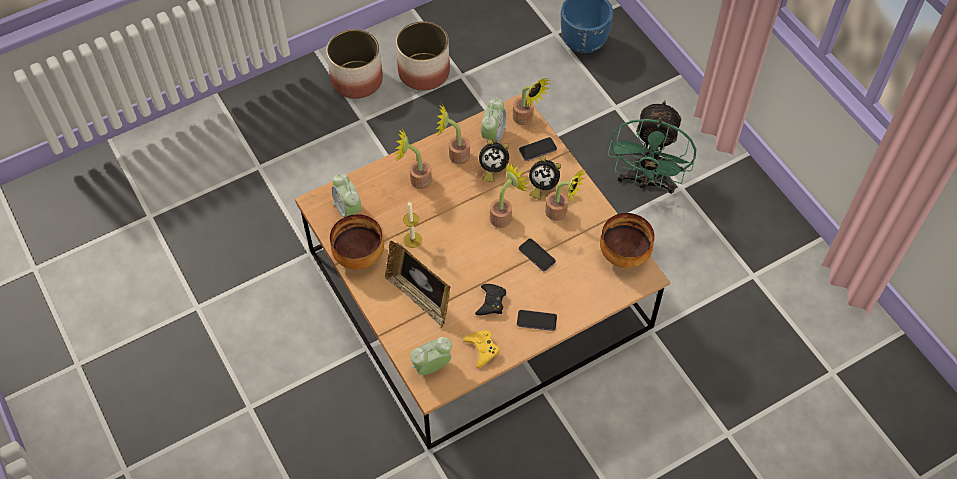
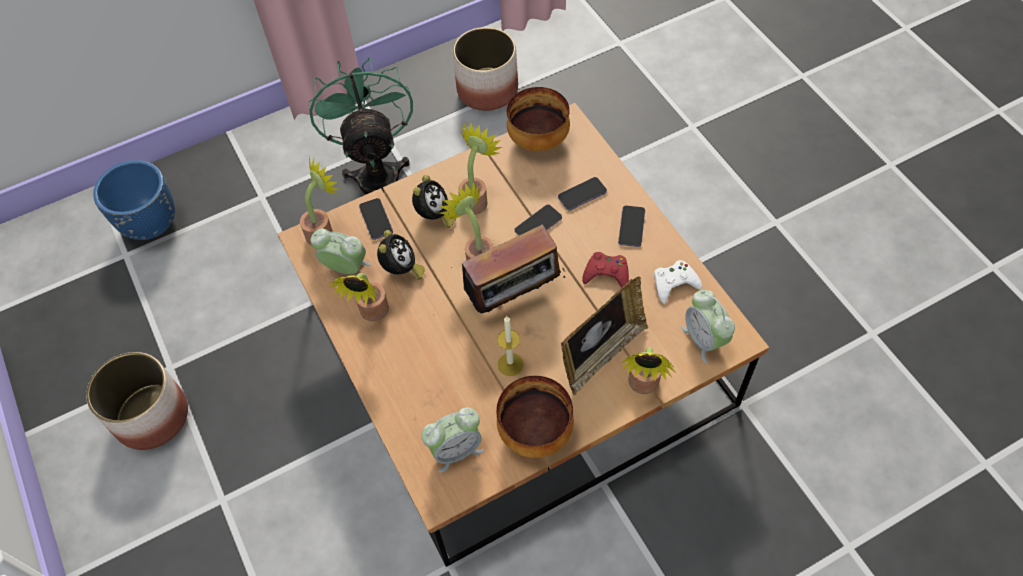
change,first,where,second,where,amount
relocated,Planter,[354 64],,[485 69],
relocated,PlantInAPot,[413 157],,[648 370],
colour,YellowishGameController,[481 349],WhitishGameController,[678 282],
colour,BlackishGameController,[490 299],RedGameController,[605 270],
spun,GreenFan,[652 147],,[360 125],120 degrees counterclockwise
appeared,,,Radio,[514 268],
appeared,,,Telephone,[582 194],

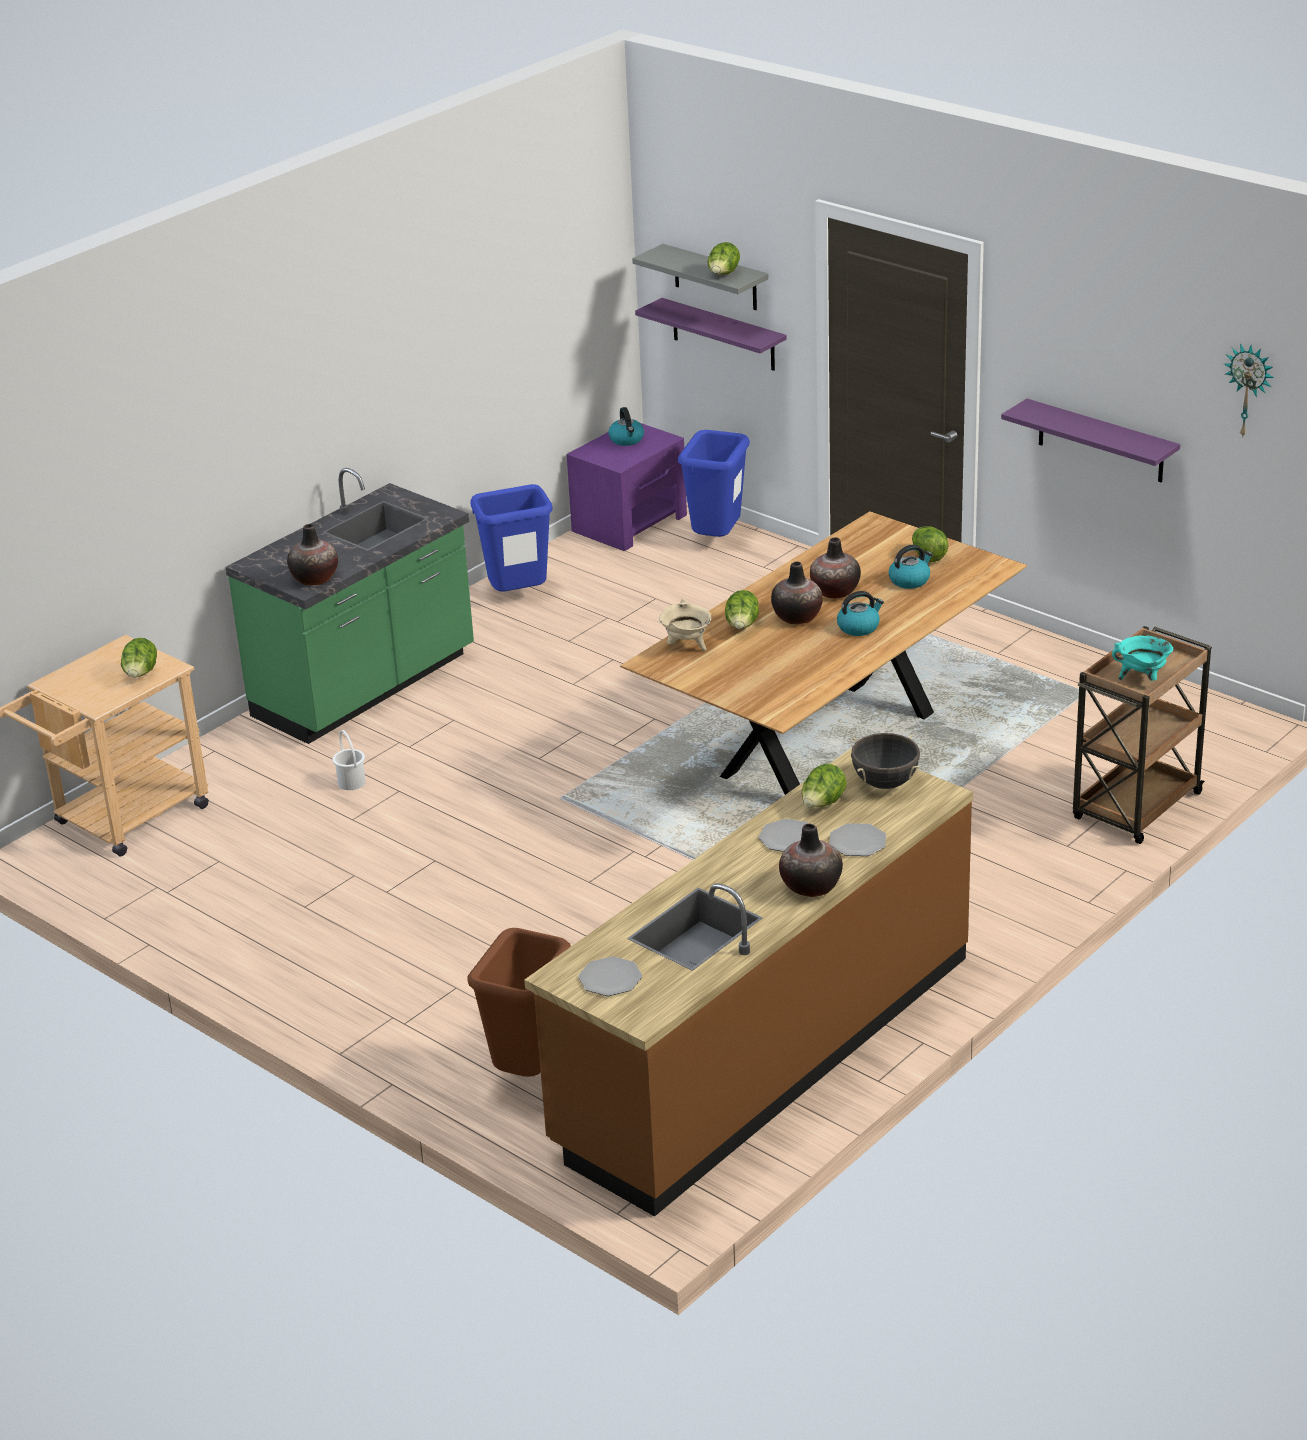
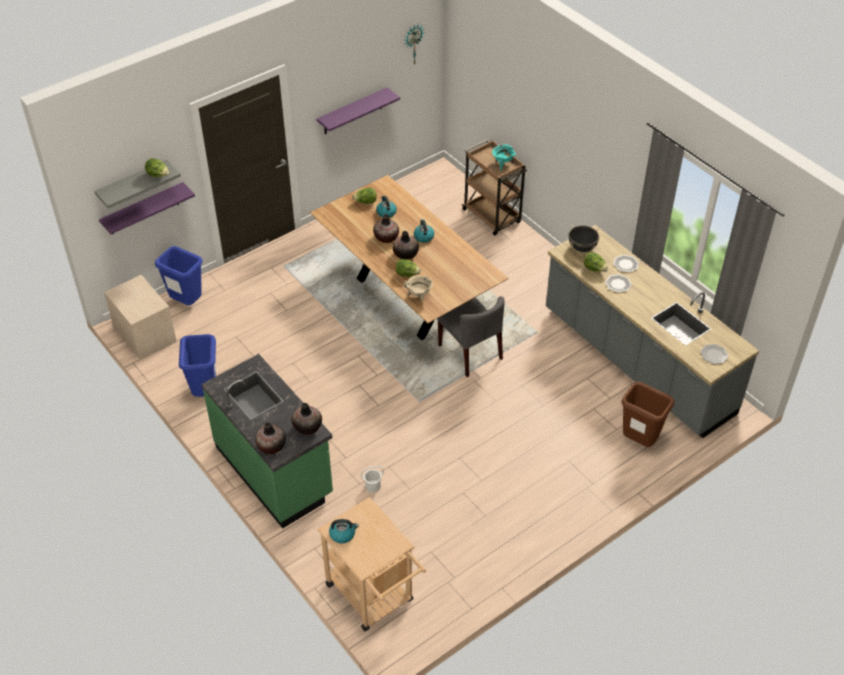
change,first,where,second,where,amount
missing,Lettuce,[139 658],,,
colour,BrownKitchenCounter,[748 982],GrayKitchenCounter,[652 331],
colour,PurpleColouredNightTable,[627 487],SandColouredNightTable,[140 317],
relocated,TeaKettle,[626 426],,[344 531],
relocated,DecorativeVase,[811 860],,[270 438],
appeared,,,GrayPlainChair,[471 336],

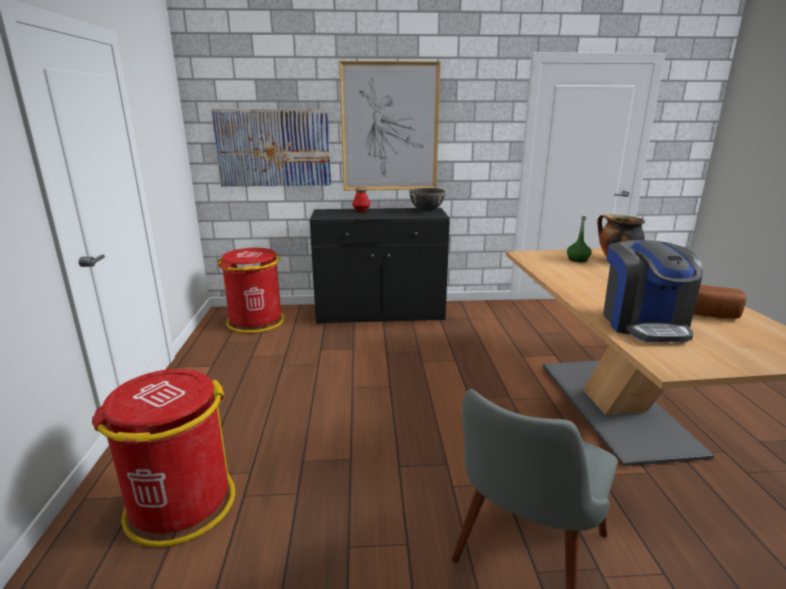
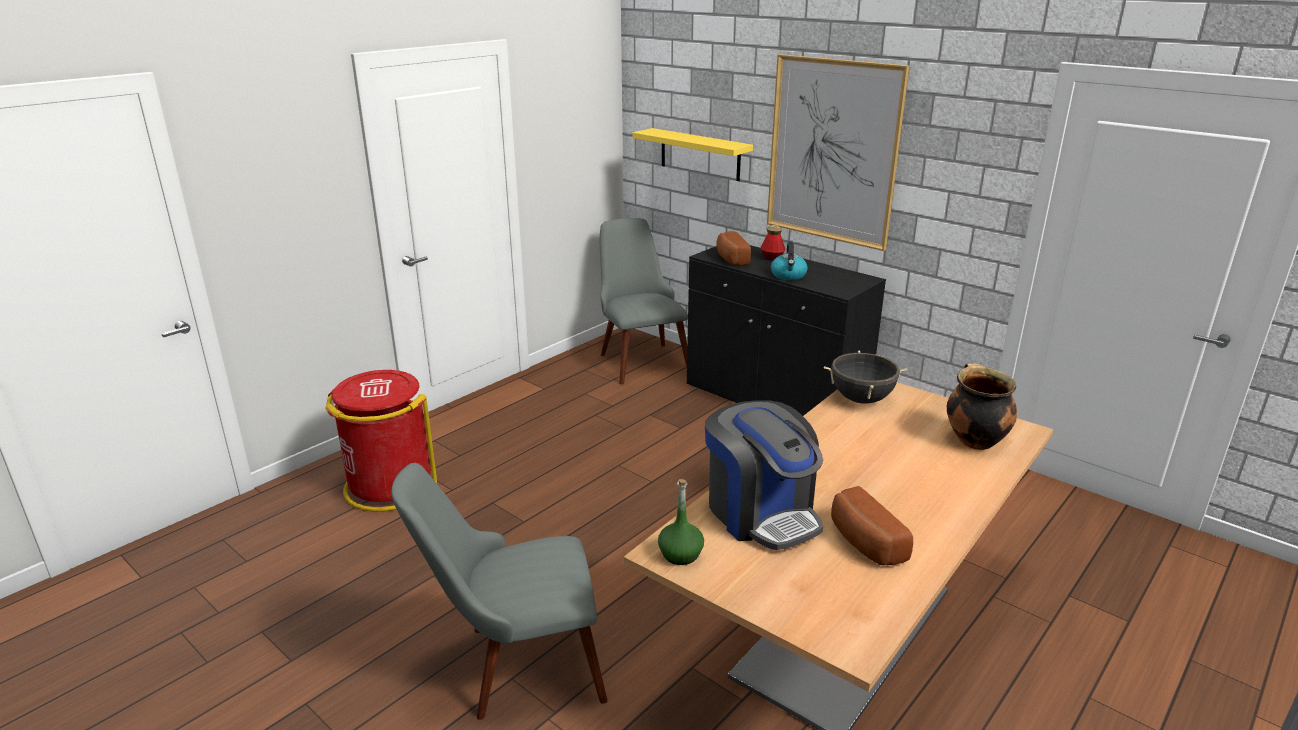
change,first,where,second,where,amount
exchanged,WallArt,[271 148],YellowishBracketShelf,[693 154],
exchanged,RedRubbishBin,[251 290],GrayPlainChair,[644 301],
relocated,BlackishSaucepot,[427 199],,[866 377],
relocated,GreenBeverageBottle,[579 239],,[681 522],
spun,CoffeeBrewer,[653 291],,[764 475],75 degrees counterclockwise
appeared,,,Bread,[734 248],
appeared,,,TeaKettle,[789 260],

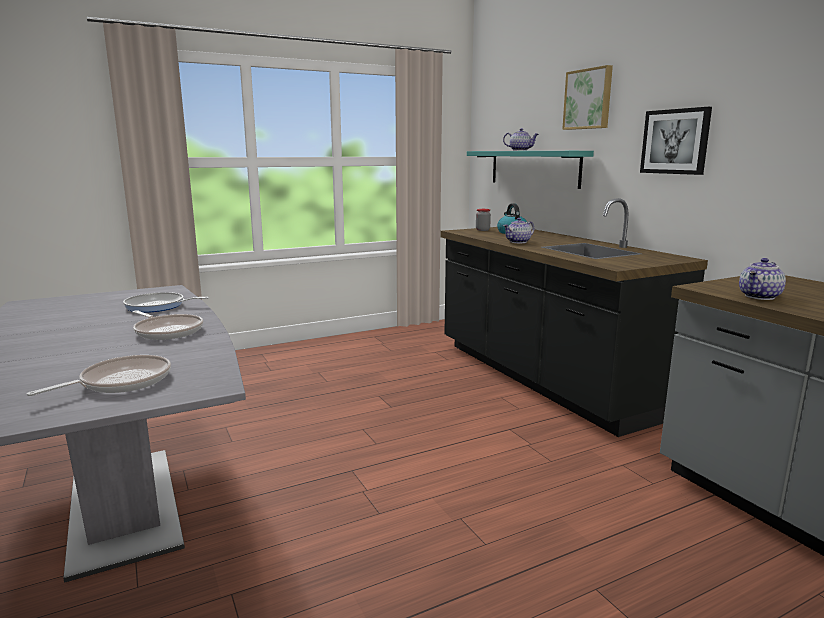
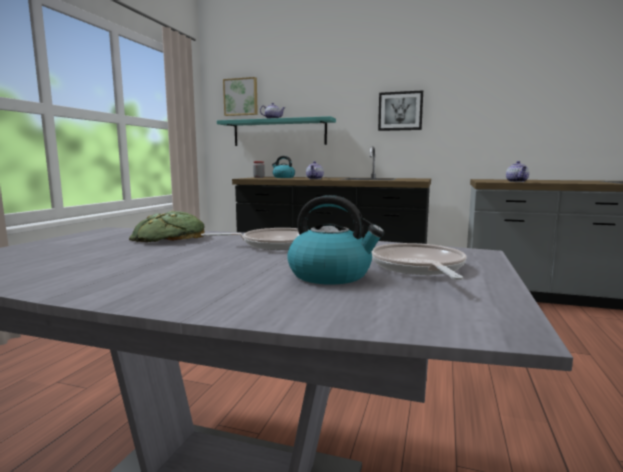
change,first,where,second,where,amount
exchanged,Skillet,[166 302],Bread,[167 226],
relocated,WallArt,[587 97],,[240 96],
appeared,,,TeaKettle,[336 239],

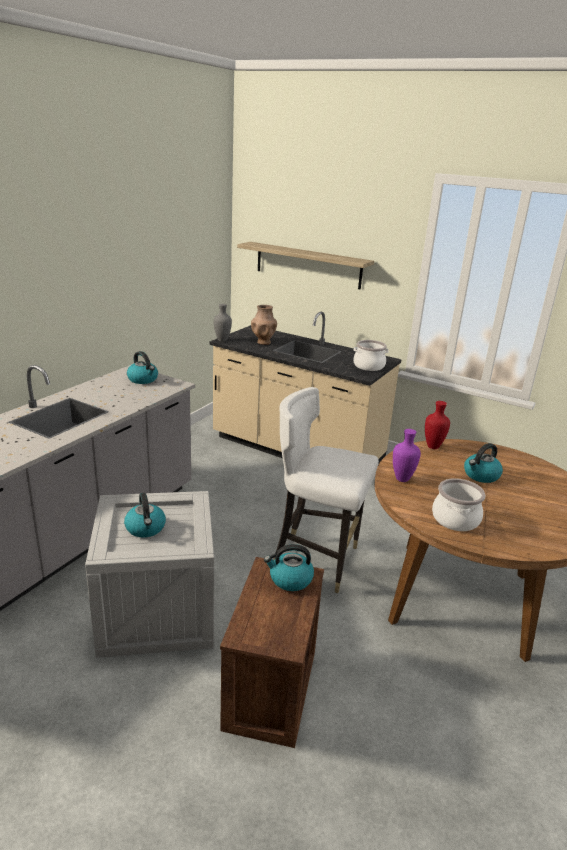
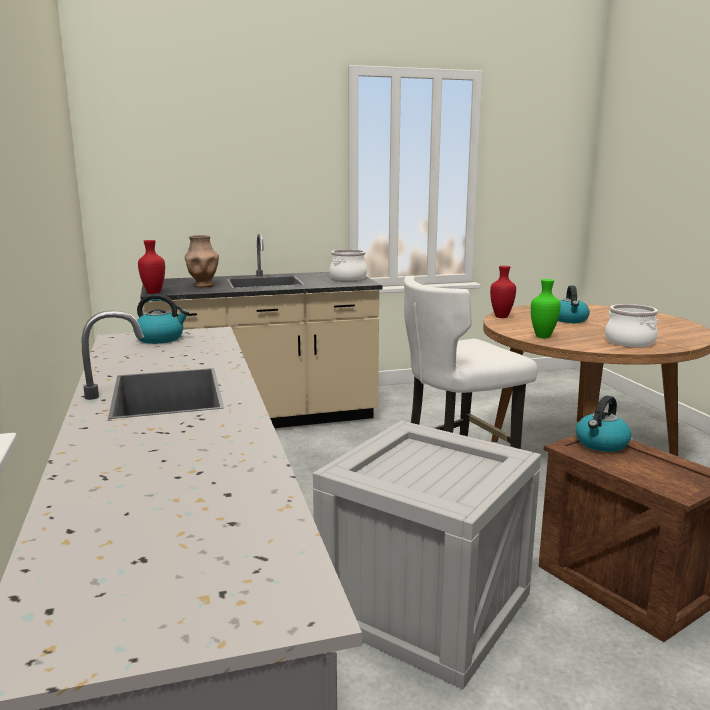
change,first,where,second,where,amount
missing,TeaKettle,[145 515],,,
colour,GrayDecorativeVase,[222 323],RedDecorativeVase,[151 267],
missing,BracketShelf,[305 265],,,
colour,PurpleColouredDecorativeVase,[407 455],GreenDecorativeVase,[546 308],

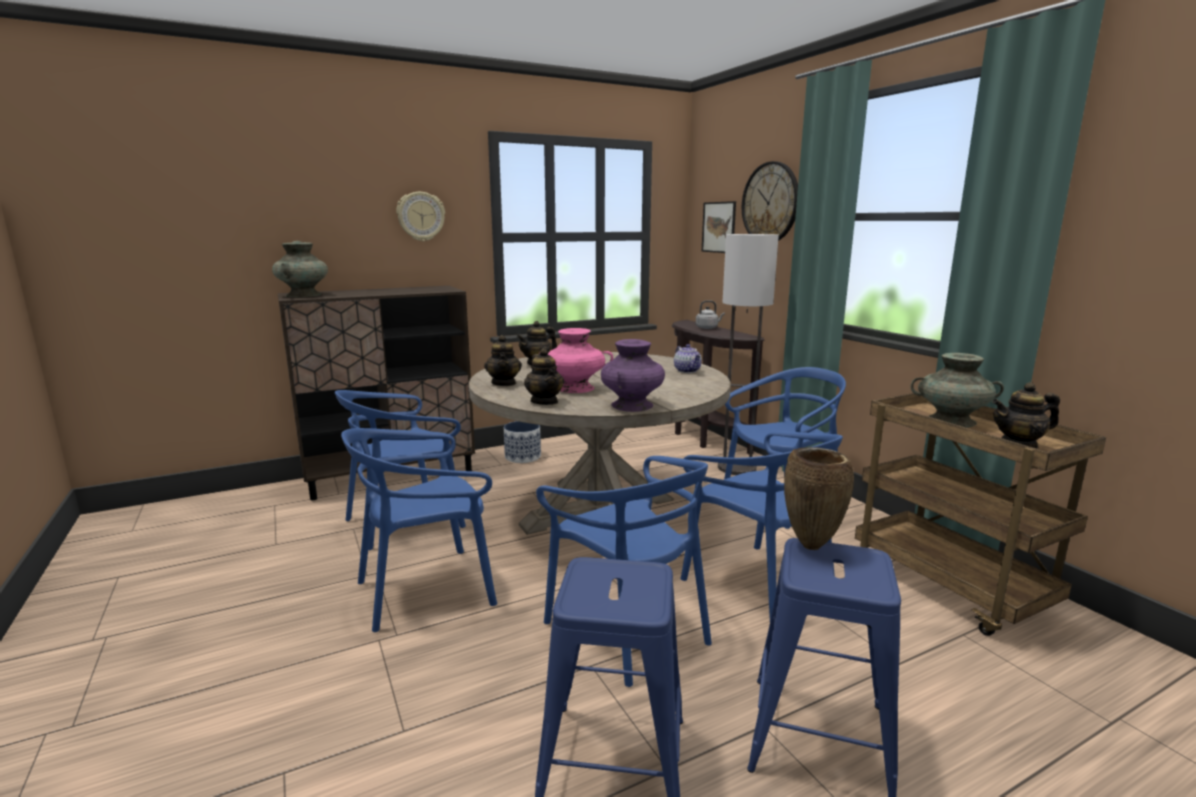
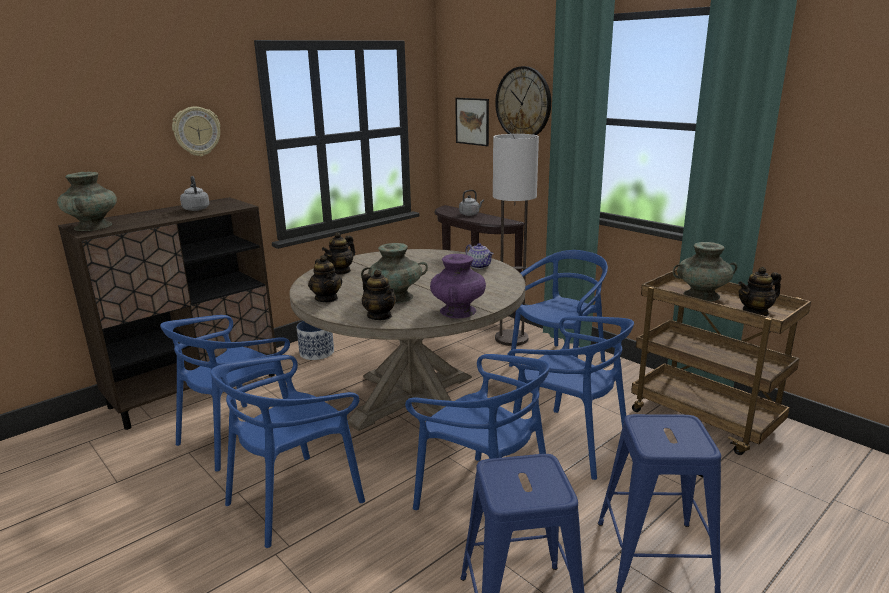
change,first,where,second,where,amount
colour,PinkColouredDecorativeVase,[576 360],TurquoiseDecorativeVase,[394 273],
missing,BrownDecorativeVase,[819 498],,,
appeared,,,GrayTeaKettle,[194 193],

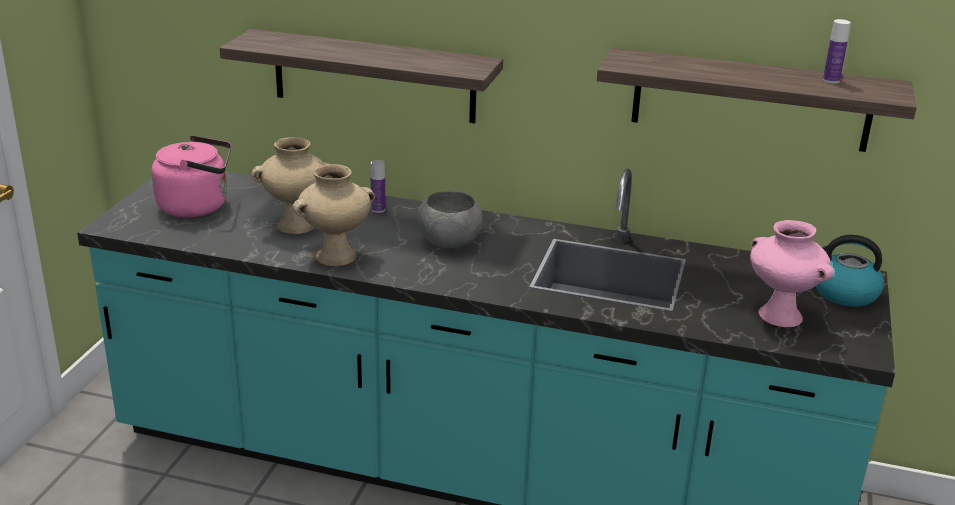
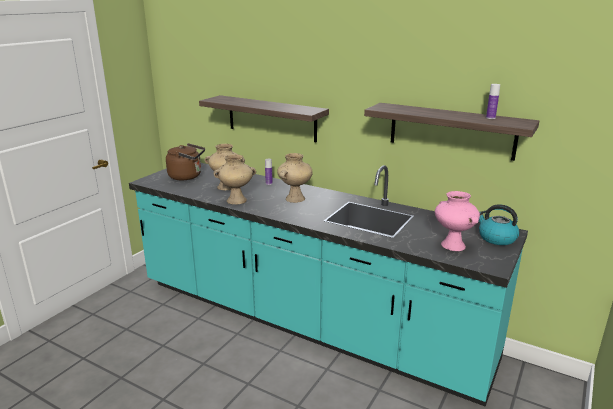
change,first,where,second,where,amount
colour,PinkColouredTeaKettle,[191 176],BrownTeaKettle,[185 161],
exchanged,GrayDeepDish,[450 219],SandColouredDecorativeVase,[295 178],

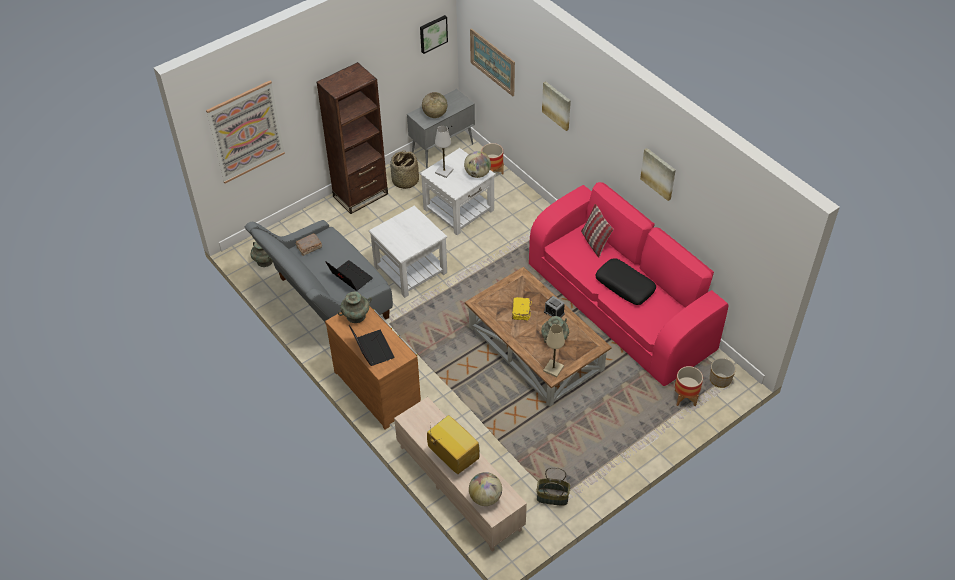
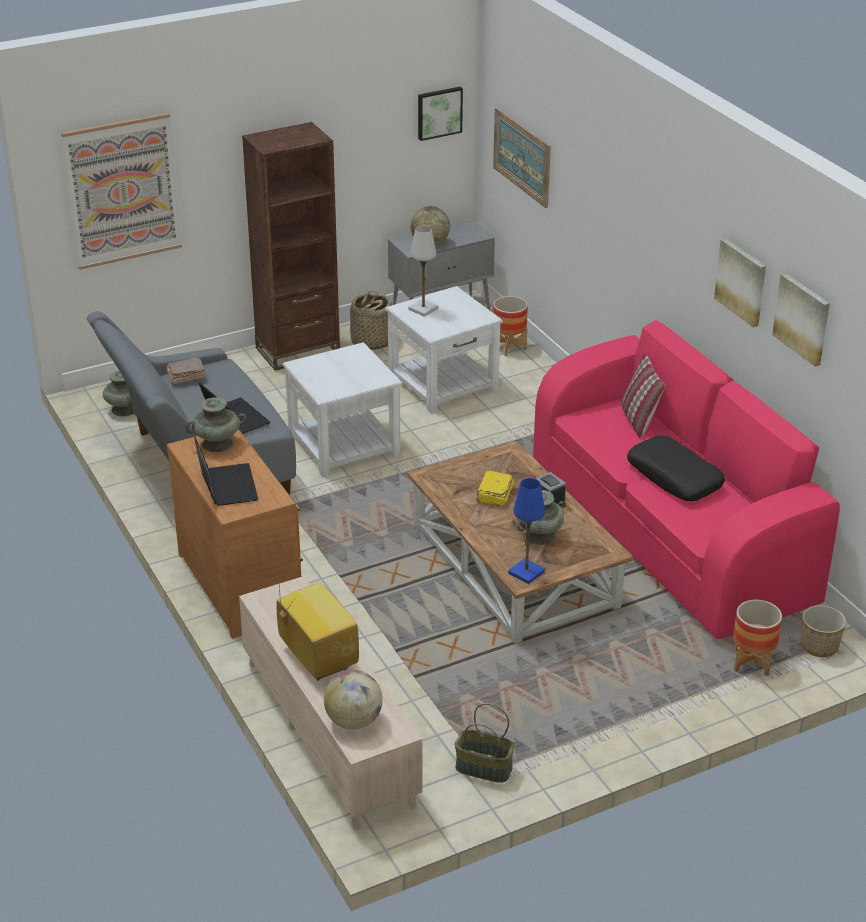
change,first,where,second,where,amount
missing,WorldGlobe,[477 164],,,
relocated,WallArt,[556 106],,[801 320],
colour,SandColouredLampForATable,[554 350],BlueColouredLampForATable,[526 531],

